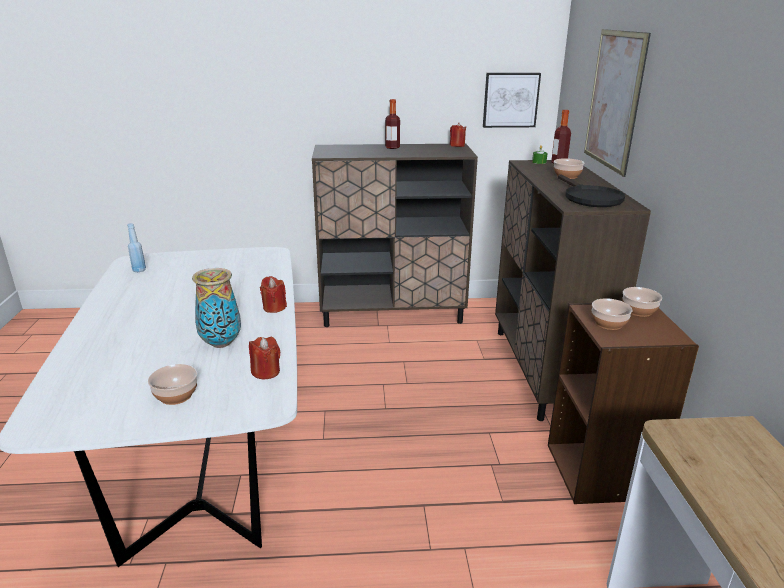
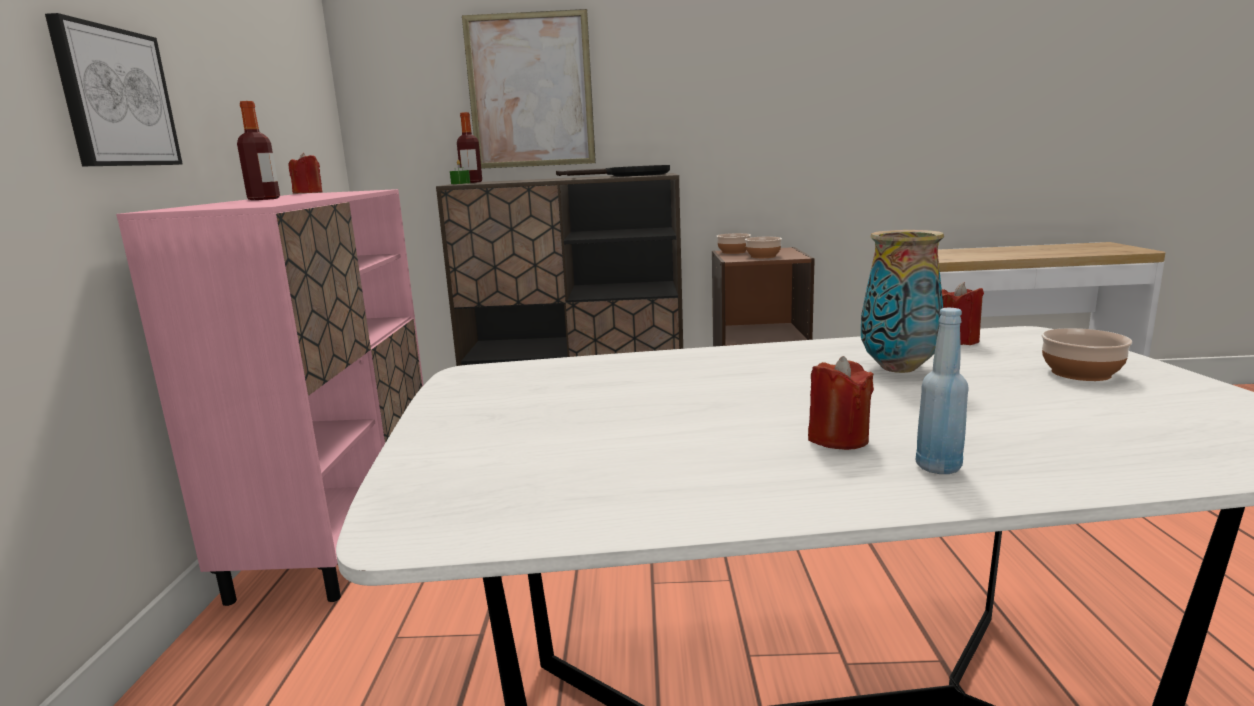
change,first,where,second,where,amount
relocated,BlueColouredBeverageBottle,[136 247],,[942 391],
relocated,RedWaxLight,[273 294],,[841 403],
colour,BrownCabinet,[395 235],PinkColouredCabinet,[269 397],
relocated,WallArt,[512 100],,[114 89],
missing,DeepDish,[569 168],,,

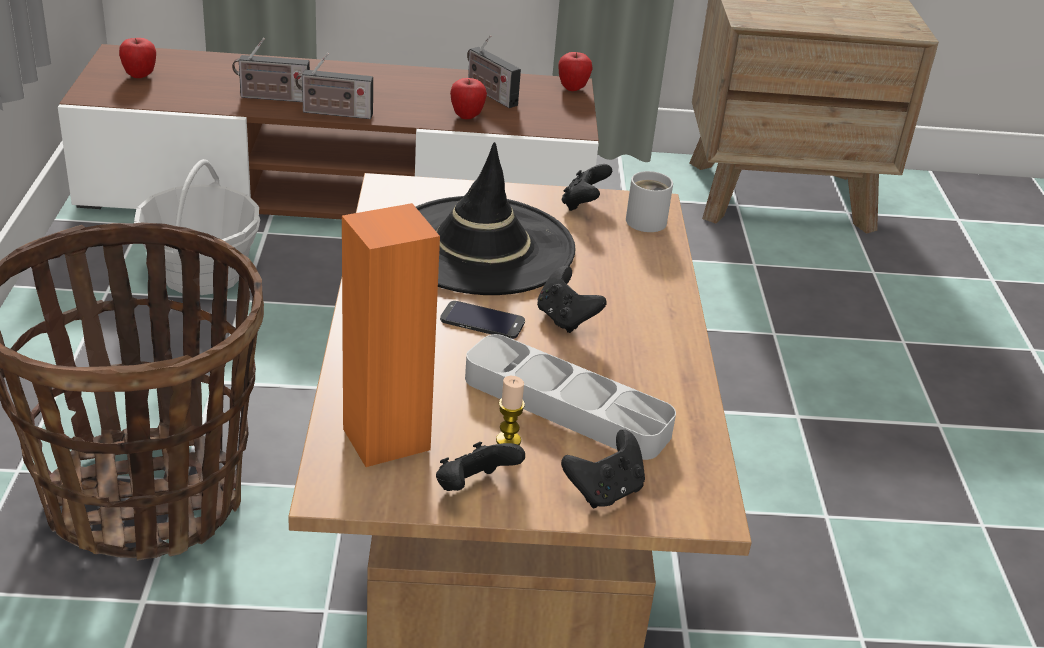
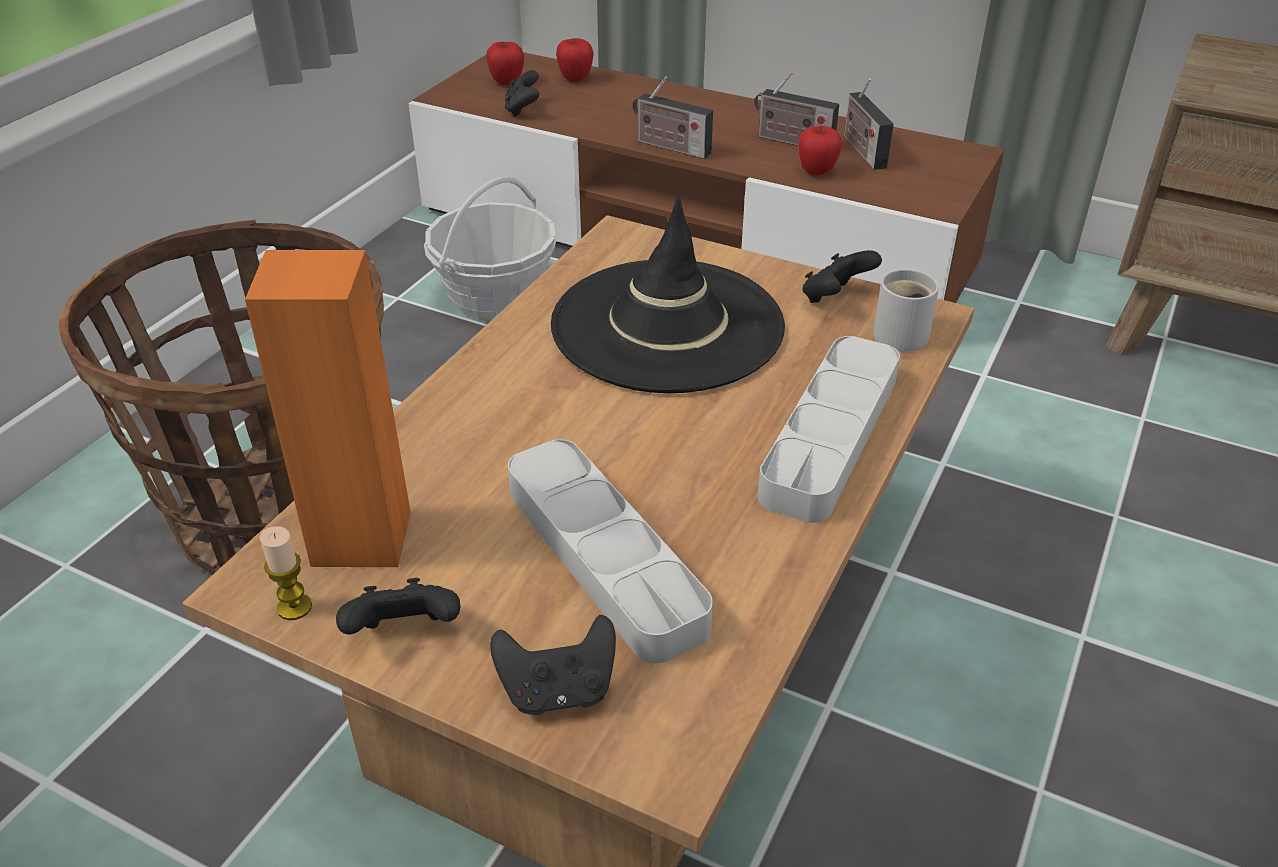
change,first,where,second,where,amount
relocated,Radio,[271 70],,[796 109],
missing,Telephone,[482 320],,,
relocated,WaxLight,[510 410],,[286 573],
relocated,BlackishGameController,[572 299],,[522 93],
relocated,AppleFruit,[575 71],,[575 60],
appeared,,,GrayCarryingTray,[829 429],

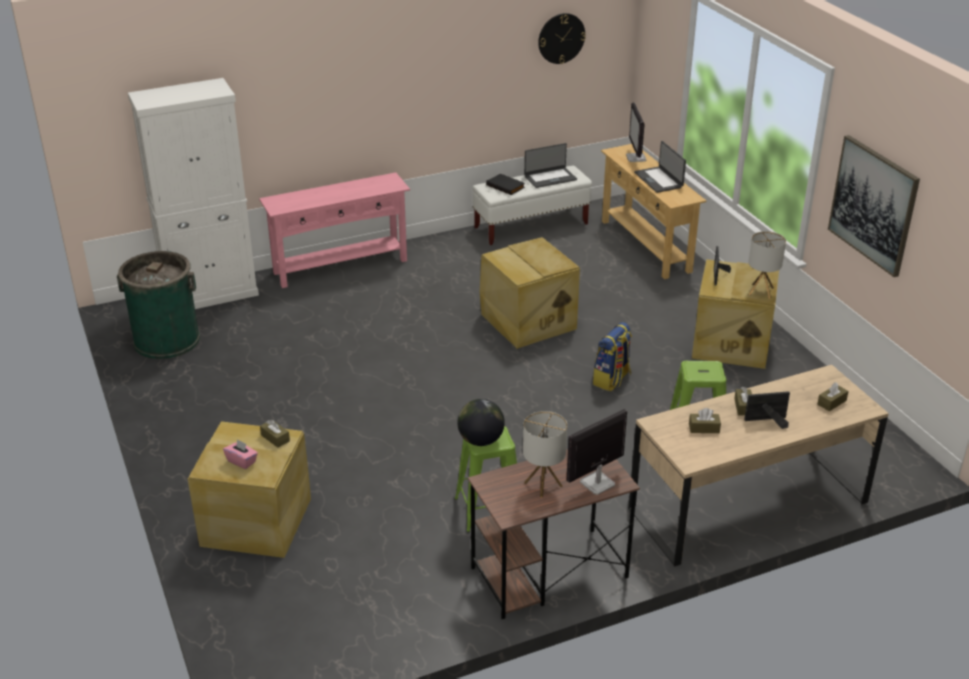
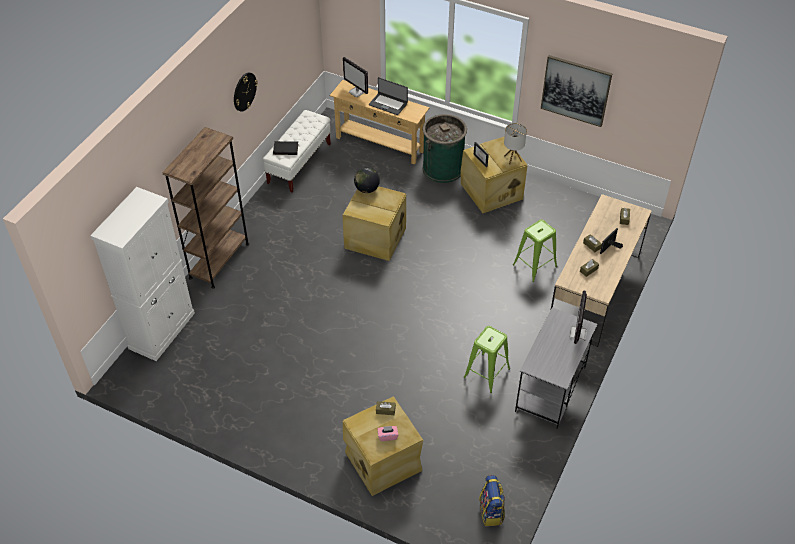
change,first,where,second,where,amount
relocated,GreenRubbishBin,[158 305],,[445 148],
exchanged,PinkColouredNarrowTable,[334 230],BrownShelvingUnit,[205 208],
relocated,WorldGlobe,[481 422],,[367 180],
colour,BrownDesk,[554 534],GrayDesk,[556 368],
missing,LampForATable,[545 454],,,
missing,Laptop,[550 165],,,
relocated,HangingClock,[562 38],,[246 92],
relocated,Backpack,[612 356],,[492 500],

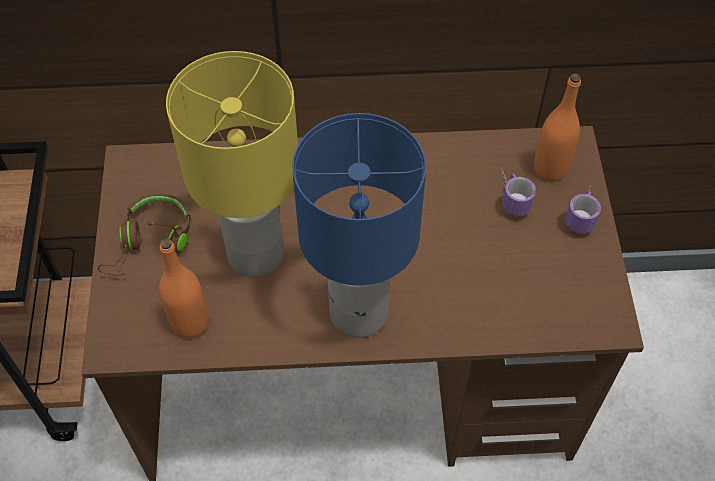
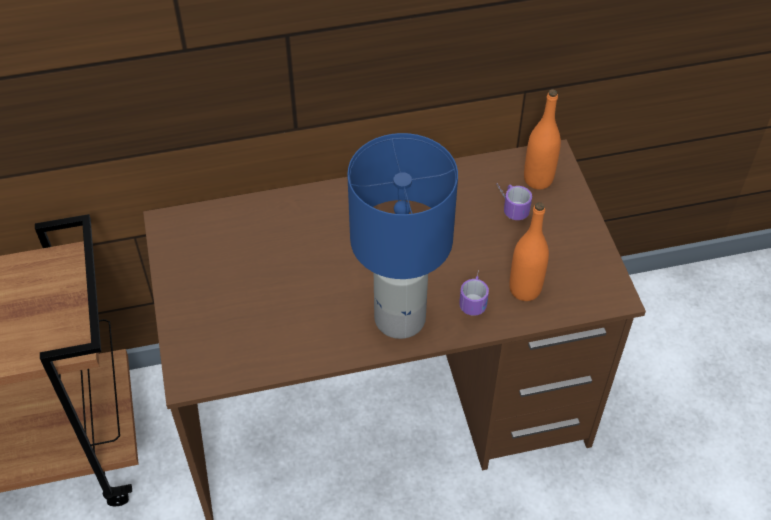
change,first,where,second,where,amount
missing,BrownHeadset,[144 234],,,
relocated,OrangeyBeverageBottle,[183 288],,[529 251],
missing,YellowishLampForATable,[232 164],,,
relocated,TeaMug,[583 209],,[474 293],

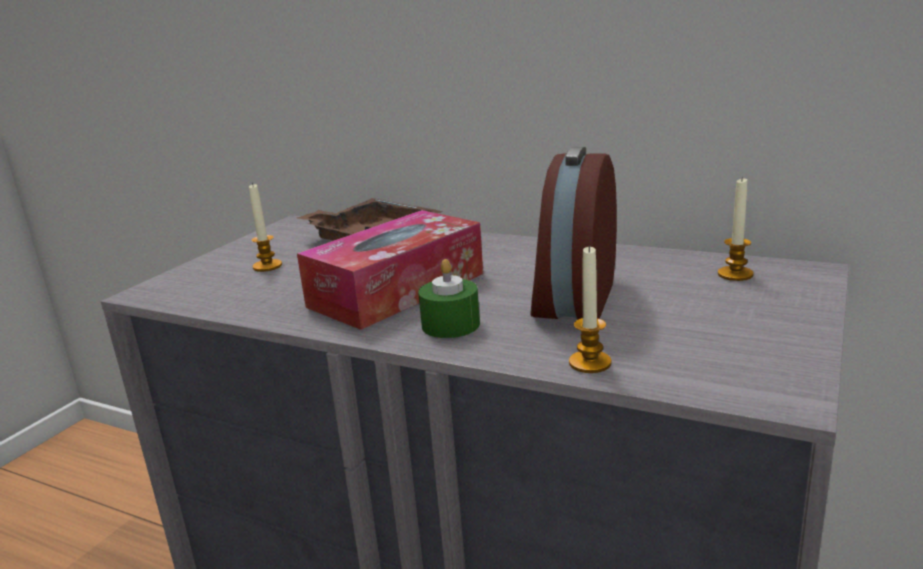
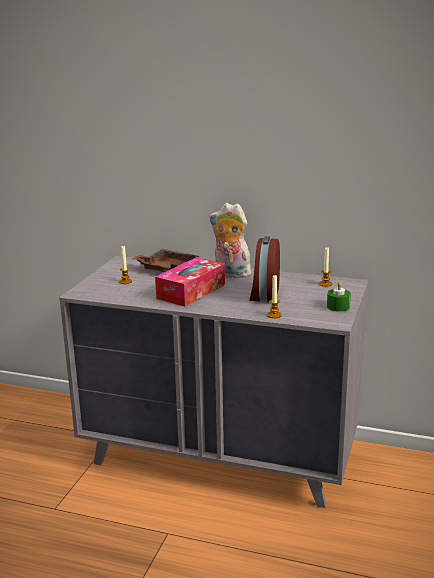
change,first,where,second,where,amount
relocated,GreenWaxLight,[449 298],,[339 296],
appeared,,,PlushToy,[230 240],

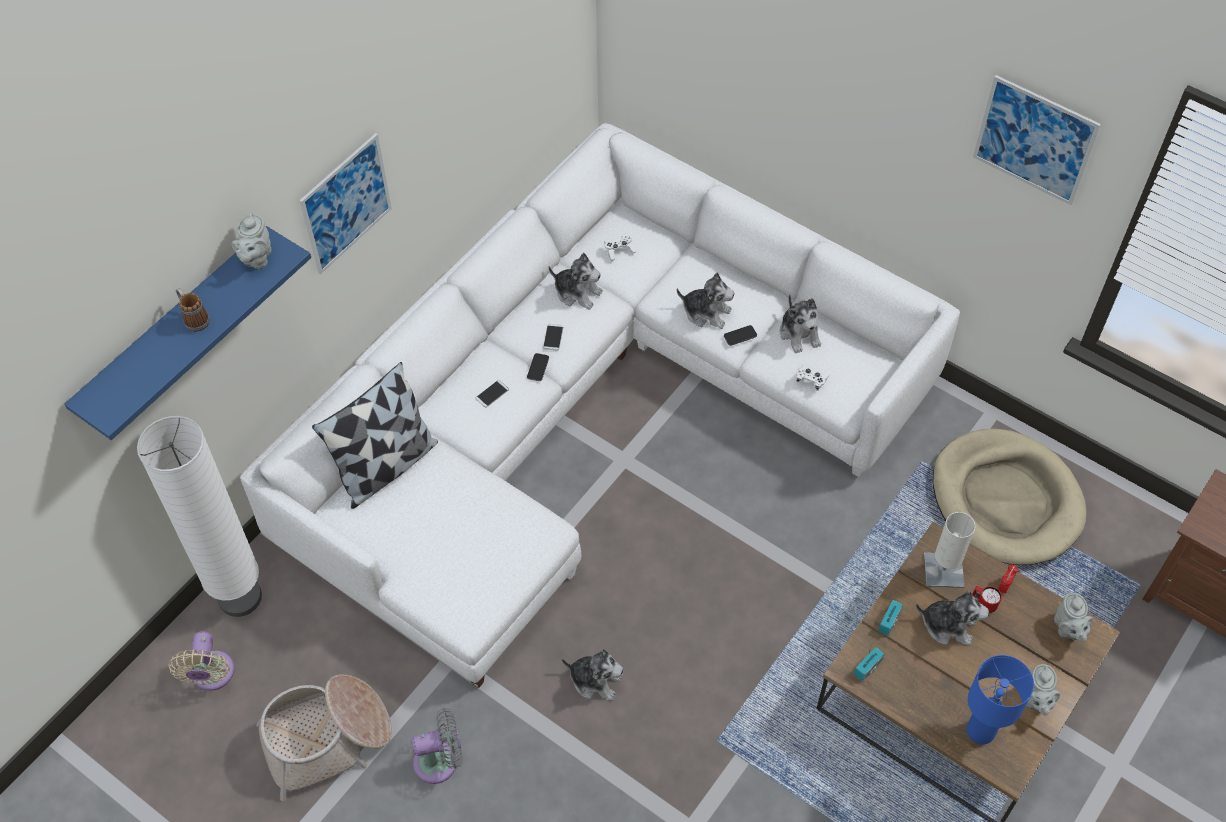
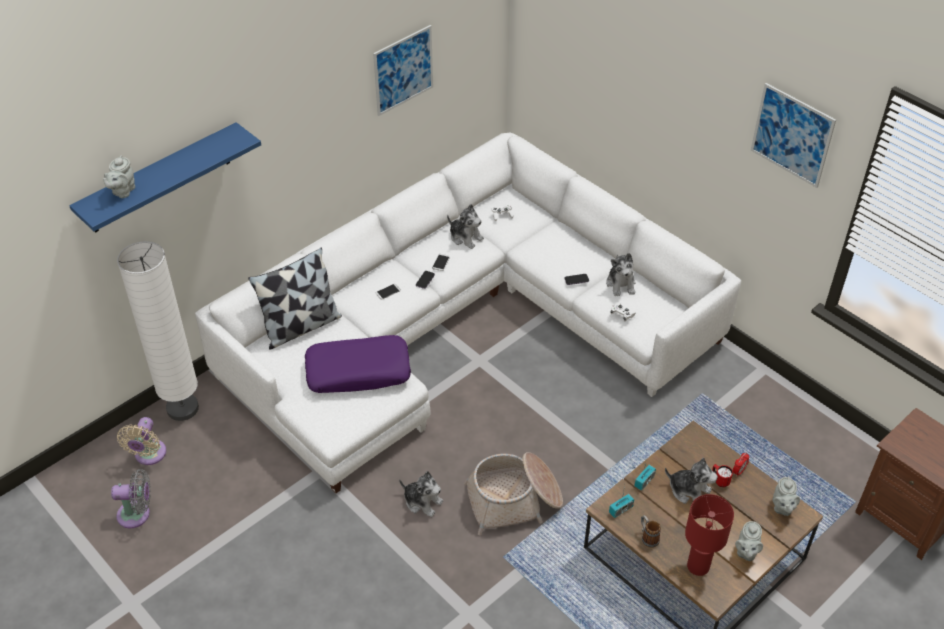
change,first,where,second,where,amount
relocated,TeaMug,[193 310],,[651 531],
relocated,GrayPotForTea,[252 241],,[119 176],
relocated,Basket,[324 737],,[513 493],
relocated,WallArt,[345 204],,[403 70],
relocated,GrayFan,[437 746],,[131 498],
missing,PlushToy,[705 300],,,
missing,WhitishLampForATable,[949 550],,,
missing,SandColouredPetBed,[1010 497],,,
colour,BlueColouredLampForATable,[1000 699],RedLampForATable,[709 535],
appeared,,,PurpleColouredCushion,[358 364],

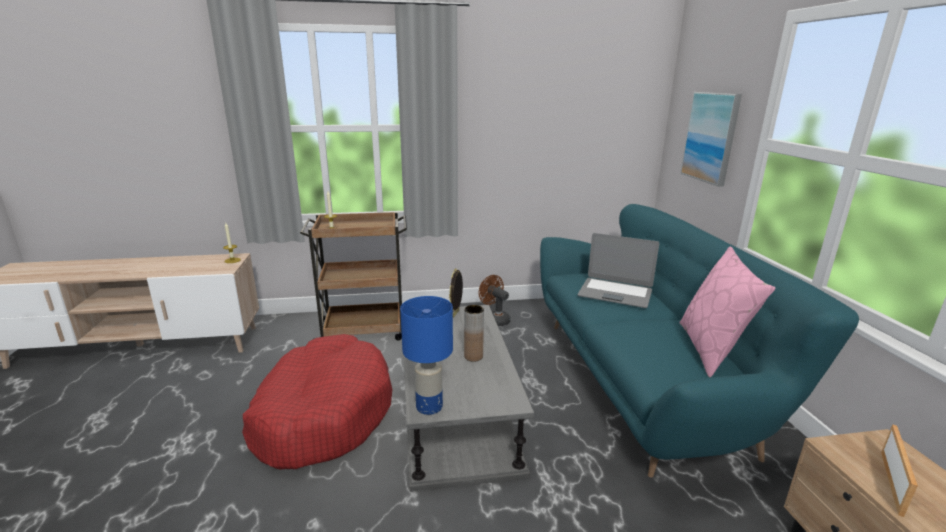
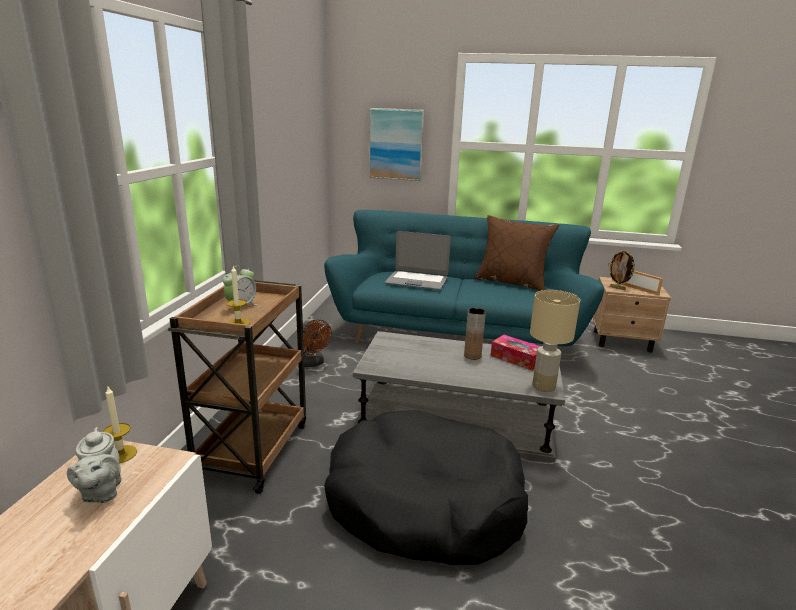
change,first,where,second,where,amount
colour,RedPetBed,[317 402],BlackishPetBed,[426 487],
colour,BlueColouredLampForATable,[426 355],SandColouredLampForATable,[555 341],
relocated,StandingFrame,[456 293],,[622 269],
spun,BrownFan,[495 300],,[317 343],105 degrees counterclockwise
spun,Laptop,[618 270],,[418 260],60 degrees clockwise
colour,PinkColouredCushion,[727 311],BrownCushion,[516 253],
appeared,,,GrayPotForTea,[94 465],
appeared,,,TableClock,[240 286],
appeared,,,BoxOfTissues,[515 352],

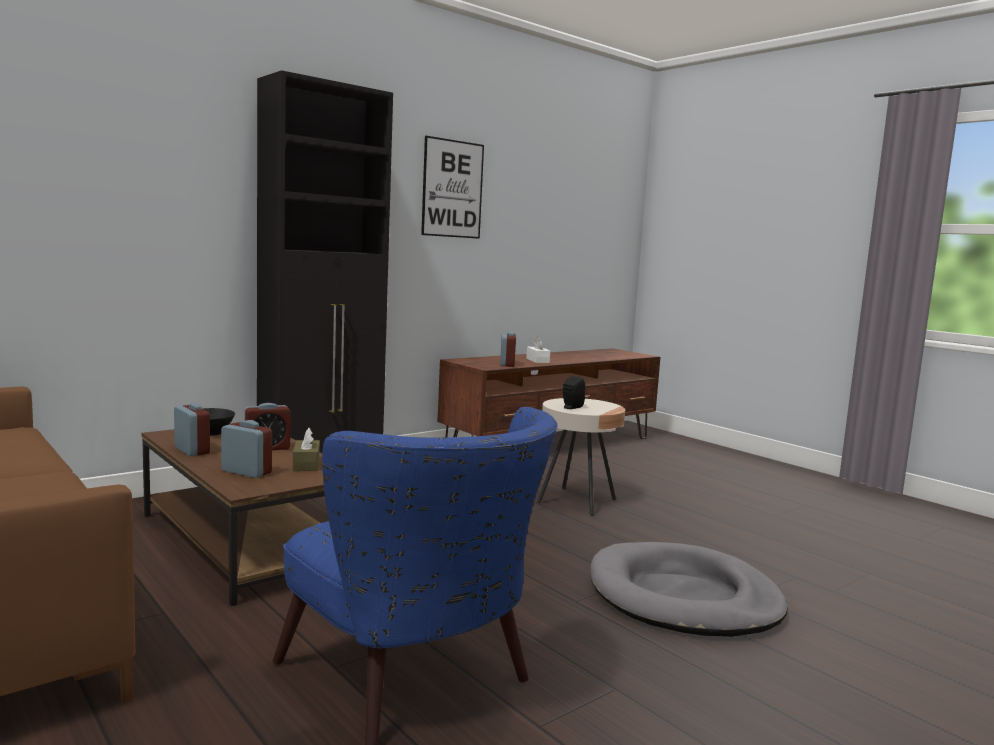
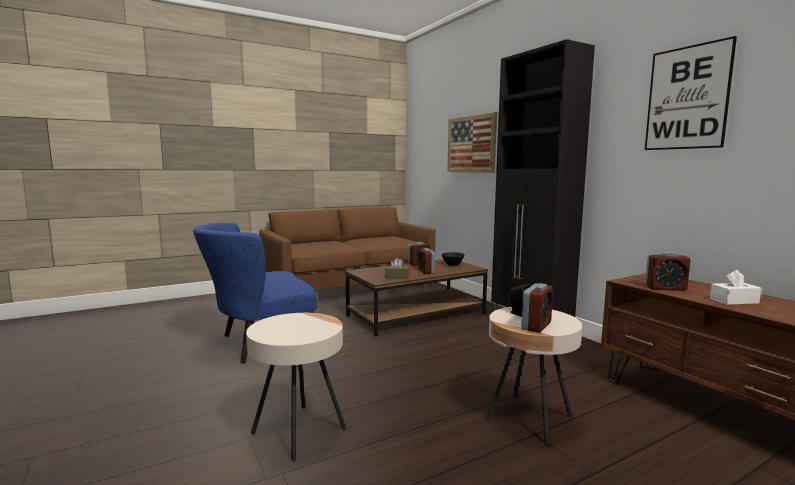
change,first,where,second,where,amount
relocated,TableClock,[246 449],,[537 308],
exchanged,GrayPetBed,[689 589],SandColouredAccentTable,[296 387],
appeared,,,WallArt,[472 142],

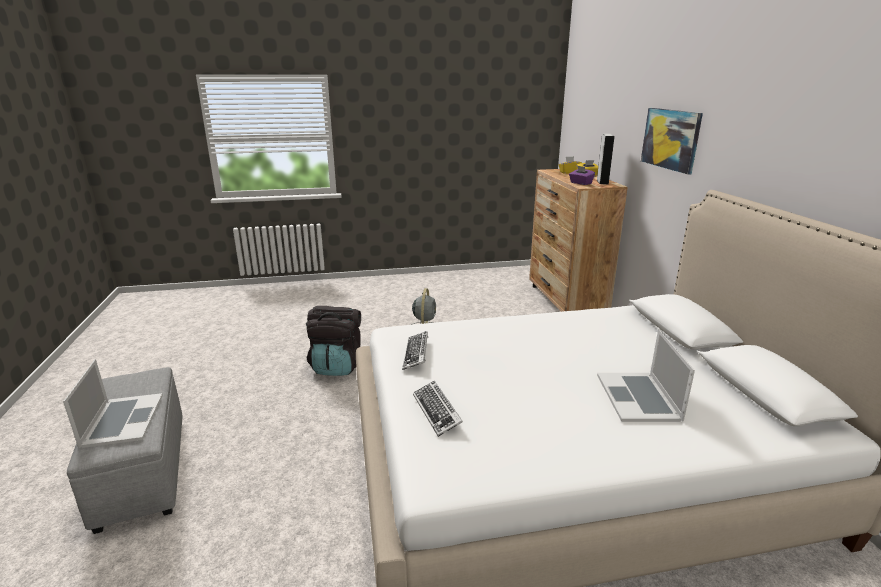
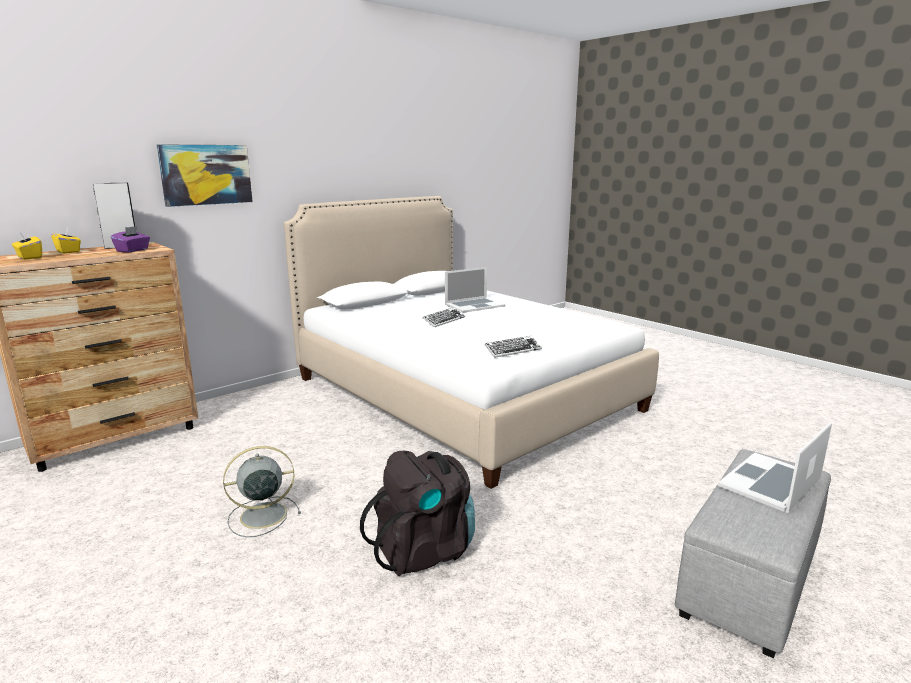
change,first,where,second,where,amount
relocated,ComputerKeyboard,[438 409],,[443 317],

